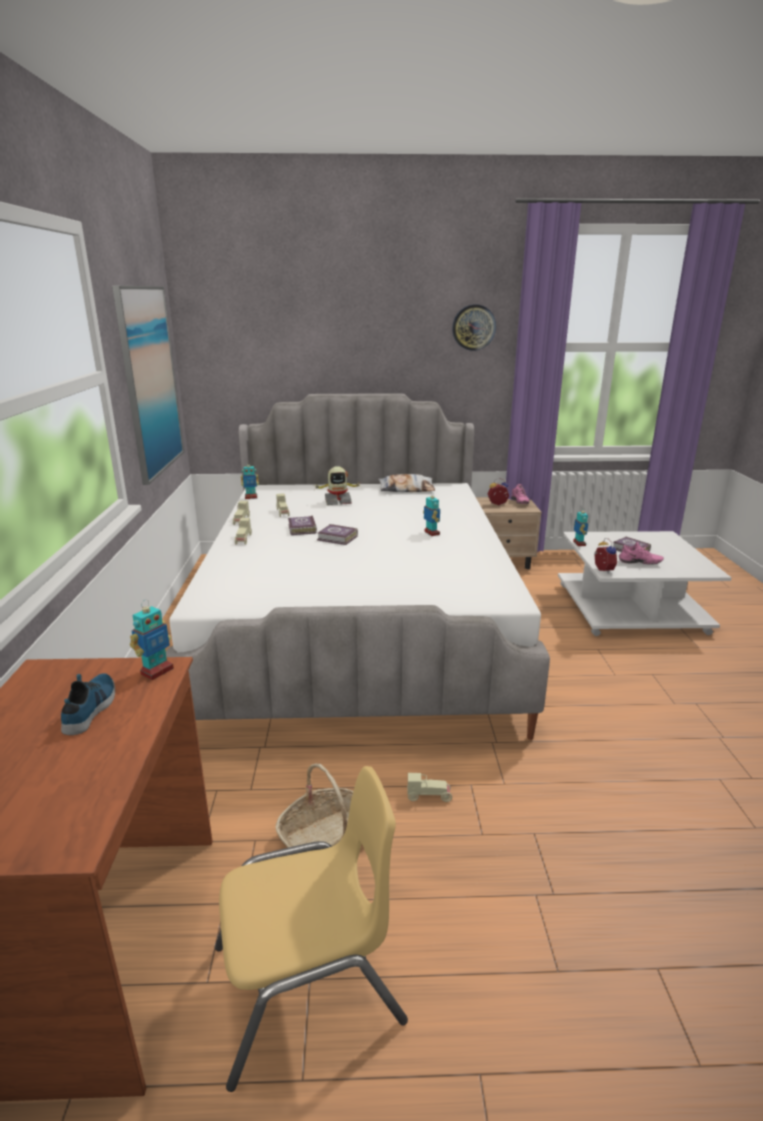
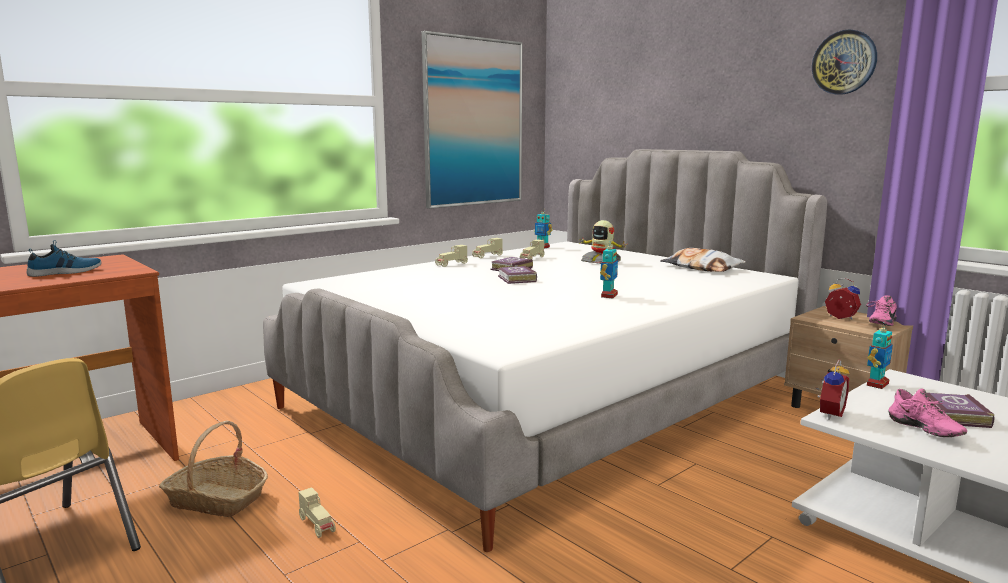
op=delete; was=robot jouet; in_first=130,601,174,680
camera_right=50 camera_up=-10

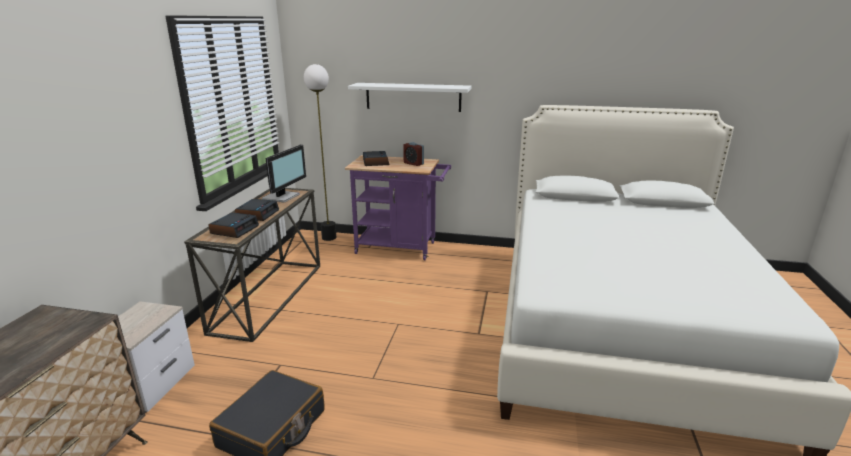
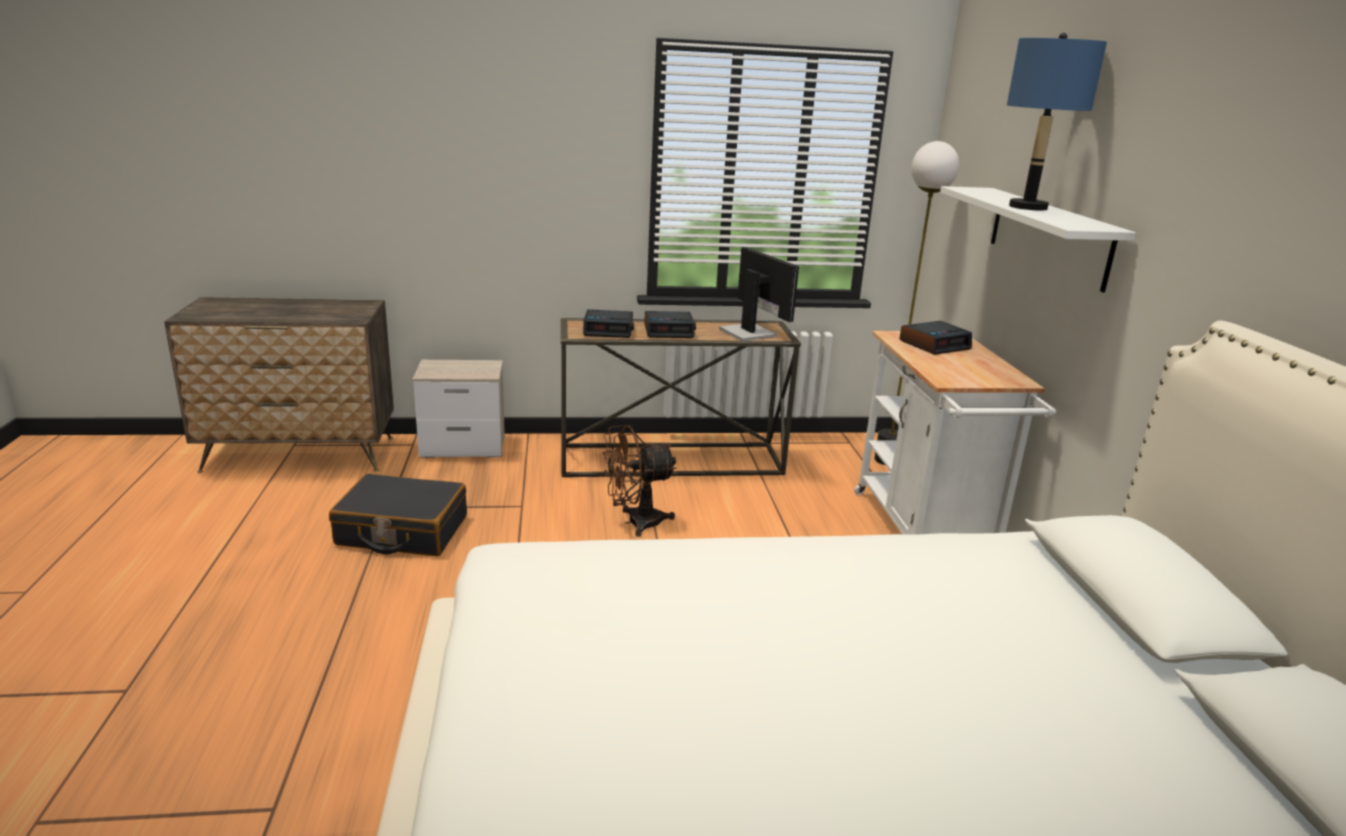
op=rotate; was=écran d'ordinateur; in_first=262,145,306,203; in_second=719,247,799,341; clockwise=-120
op=recolor; was=chariot/violet; now=chariot/blanc; in_first=345,155,451,260; in_second=854,331,1056,534
op=delete; was=réveil; in_first=403,142,424,166
op=insert; now=ventilateur/marron; in_second=603,425,676,537
op=insert; now=lampe de table/bleu; in_second=1007,33,1107,210
camera_right=70 camera_up=0

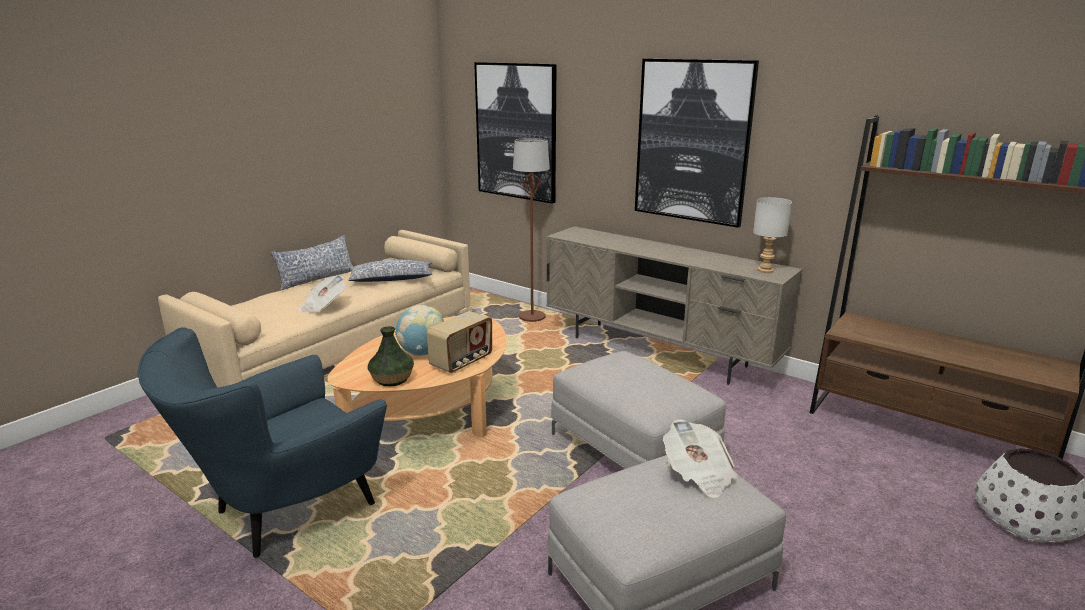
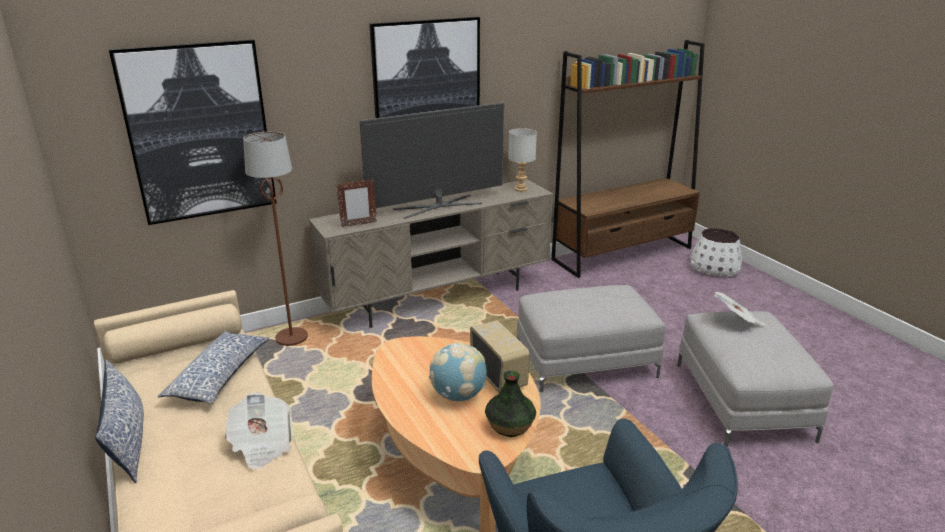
op=insert; now=cadre photo; in_second=336,179,377,227
op=insert; now=téléviseur; in_second=359,102,504,219
camera_right=-65 camera_up=5

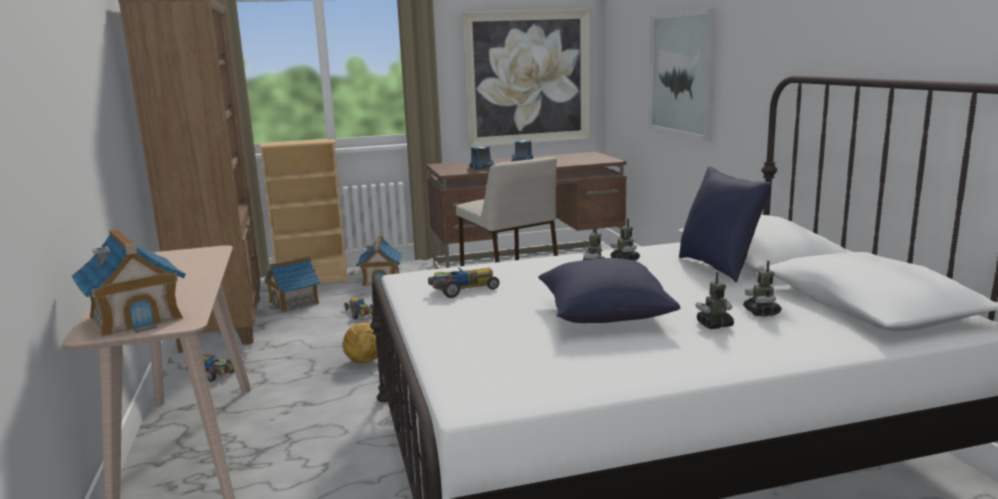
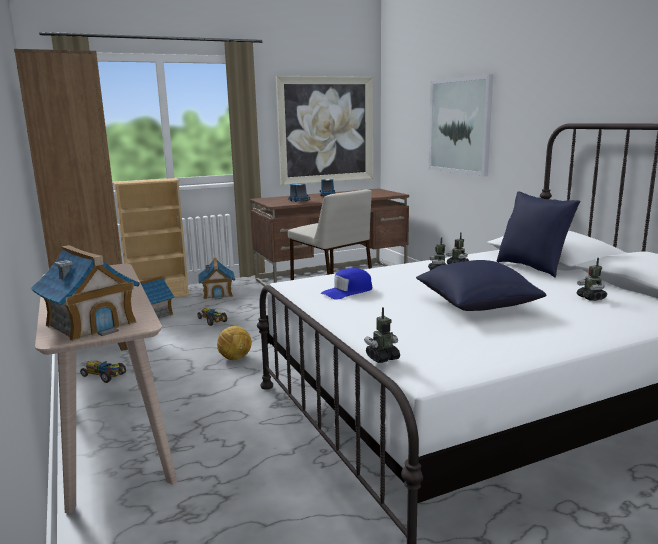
op=replace; was=petite voiture; now=casquette/bleu; in_first=428,268,499,298; in_second=321,268,372,300
op=move; was=robot jouet; in_first=695,272,734,329; in_second=364,307,400,363
camera_right=-10 camera_up=0

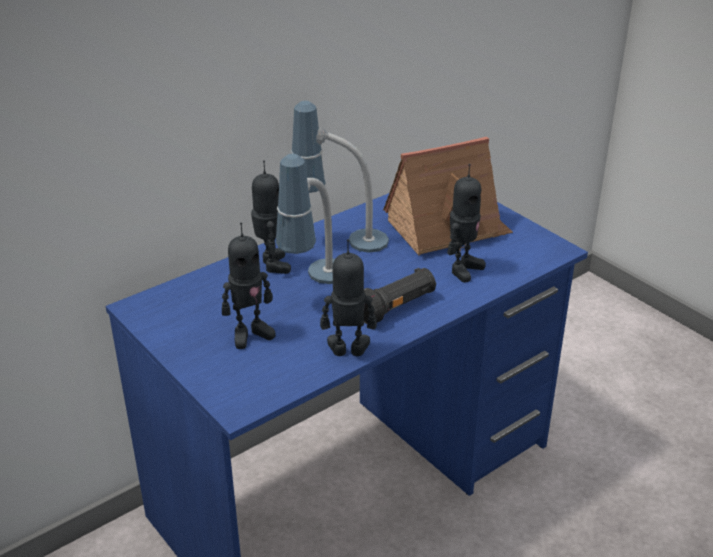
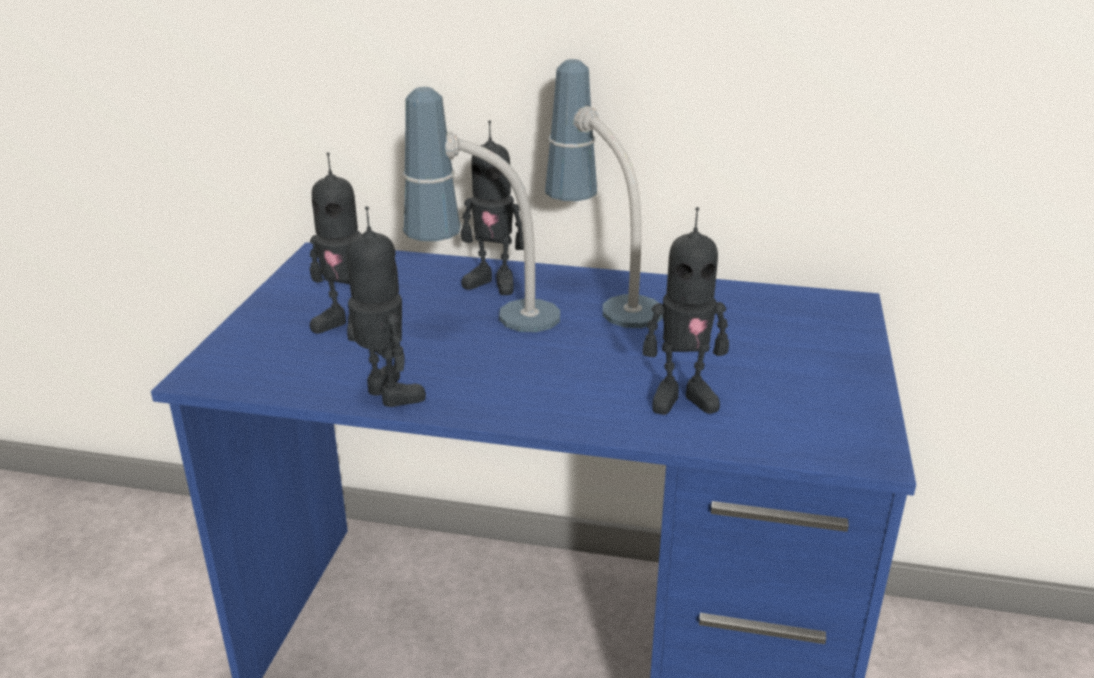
op=rotate; was=robot jouet; in_first=251,160,291,274; in_second=461,121,524,295; clockwise=75
op=delete; was=lampe de poche/noir; in_first=363,268,436,324
op=delete; was=maison miniature; in_first=383,137,513,255
camera_right=50 camera_up=-5

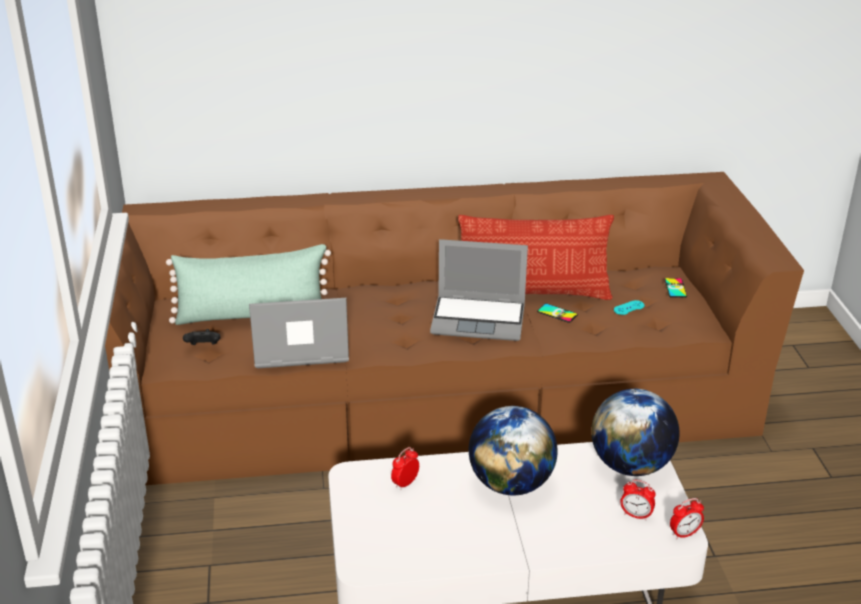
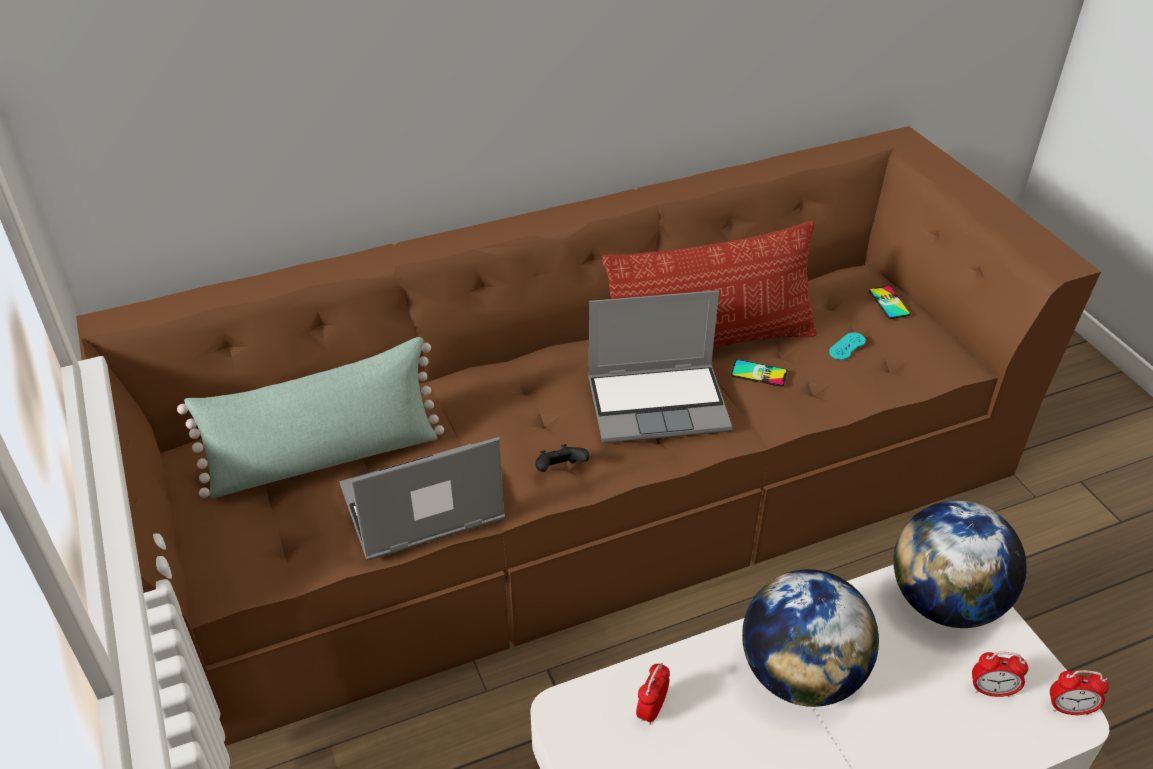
op=move; was=manette/noir; in_first=183,329,220,345; in_second=535,444,590,472
op=rotate; was=réveil; in_first=670,498,704,539; in_second=1050,670,1109,715; clockwise=45
camera_right=-15 camera_up=10

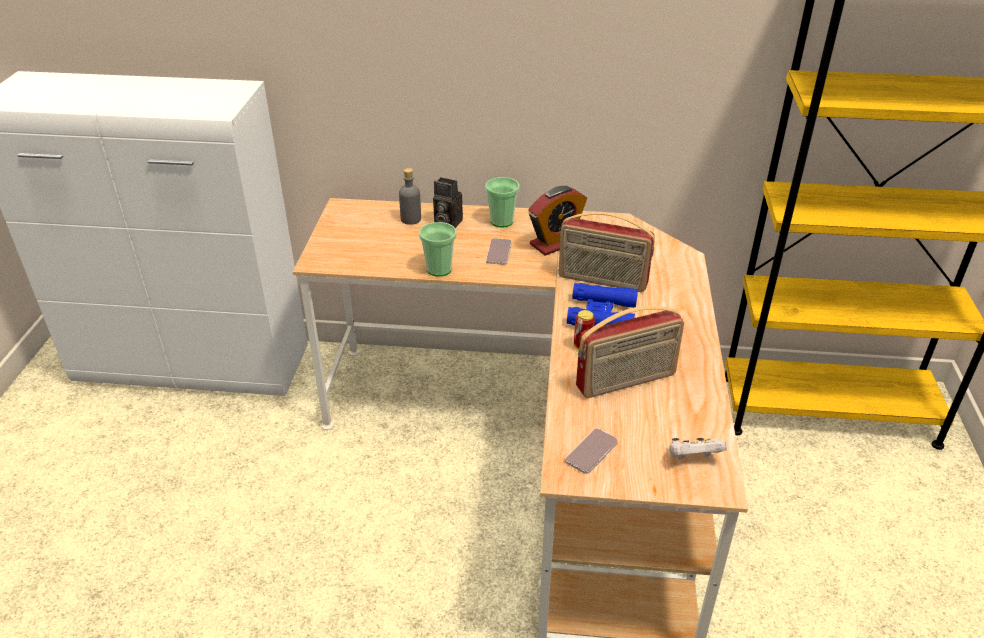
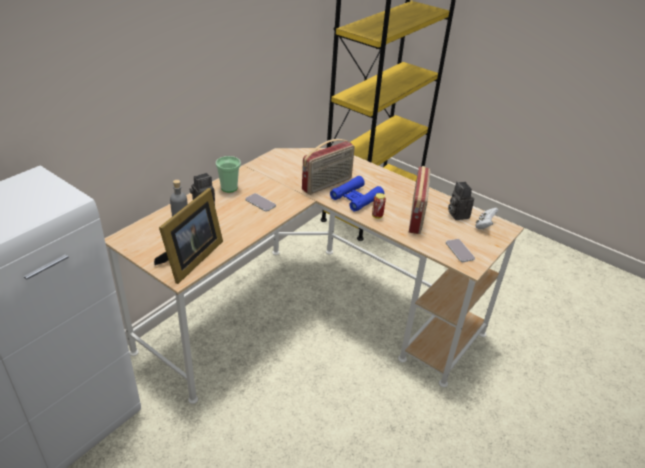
op=delete; was=tasse; in_first=419,222,456,277
op=delete; was=réveil; in_first=528,186,587,256
op=insert; now=cadre photo; in_second=154,188,223,284
op=insert; now=appareil photo; in_second=448,181,474,220
camera_right=-60 camera_up=0

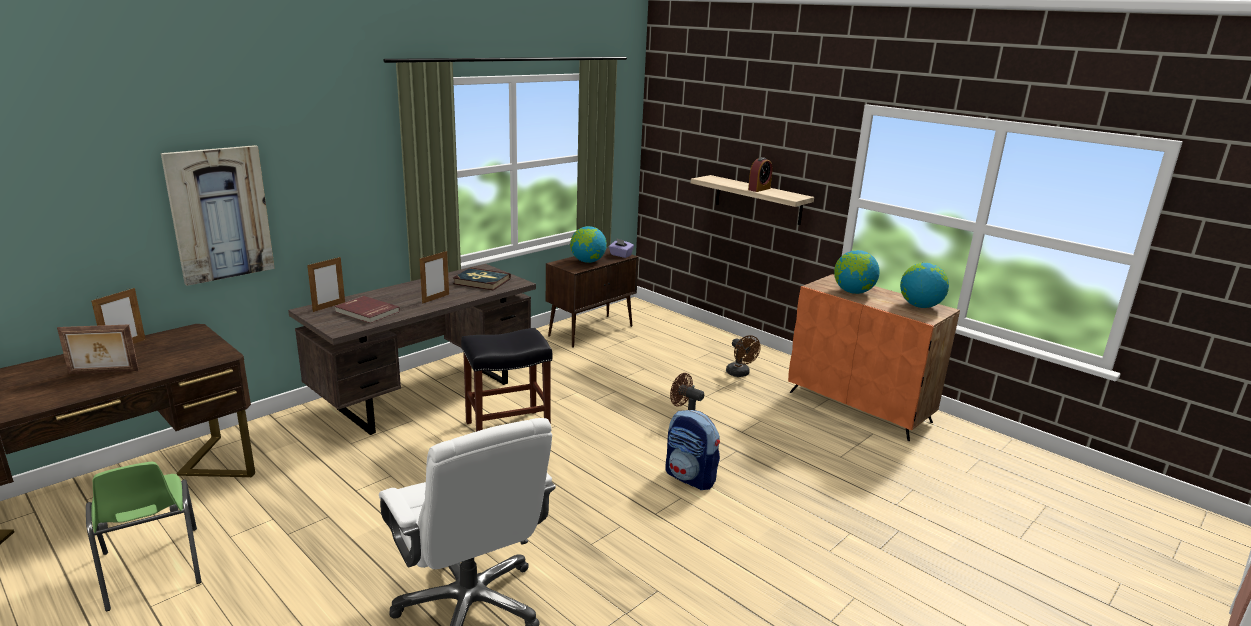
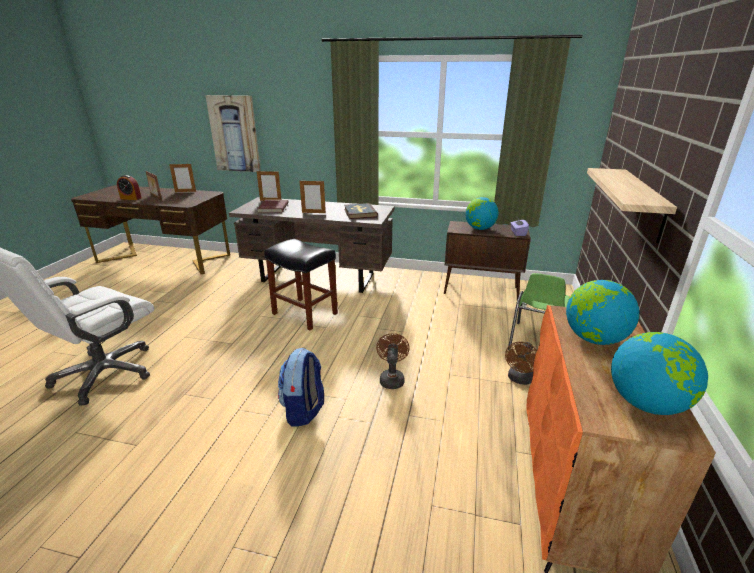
op=move; was=chaise/vert; in_first=86,462,202,611; in_second=508,273,570,350
op=move; was=réveil; in_first=748,157,773,192; in_second=117,175,142,200
camera_right=60 camera_up=5

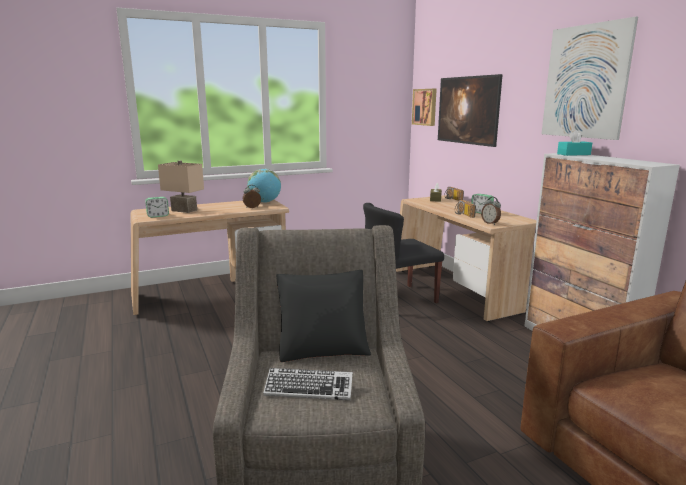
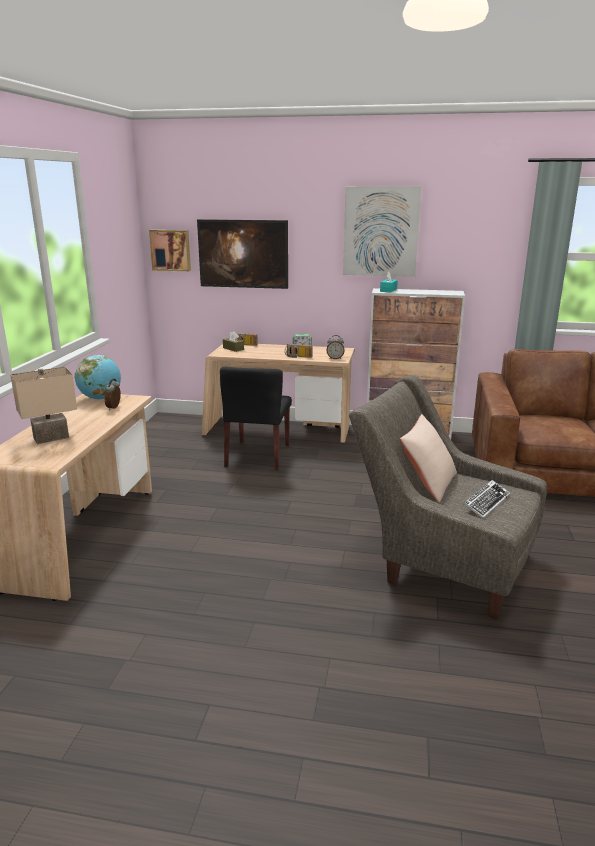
op=delete; was=réveil; in_first=145,197,169,218
op=recolor; was=coussin/noir; now=coussin/beige; in_first=276,270,371,362; in_second=400,414,457,502
camera_right=-55 camera_up=5

